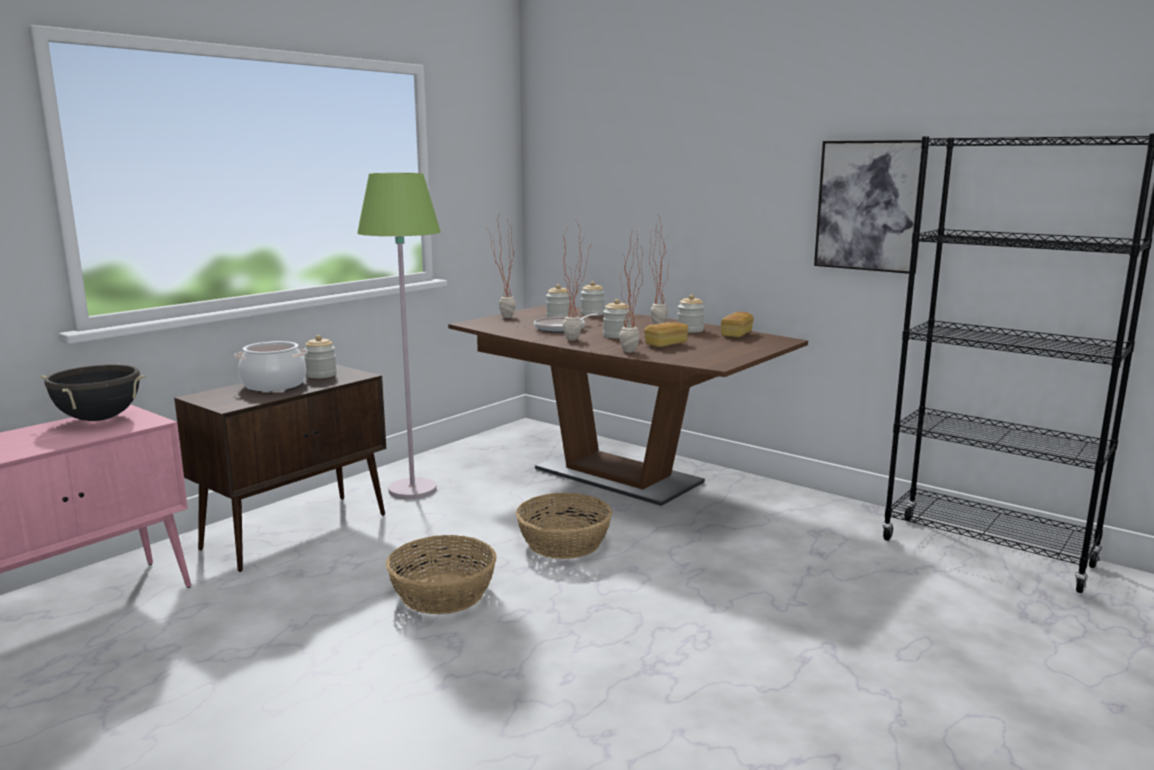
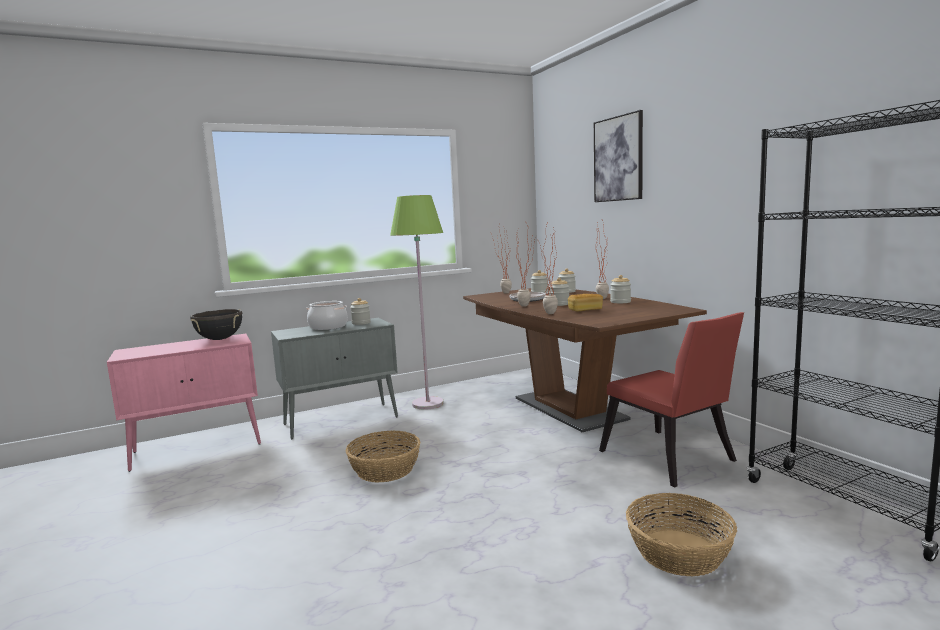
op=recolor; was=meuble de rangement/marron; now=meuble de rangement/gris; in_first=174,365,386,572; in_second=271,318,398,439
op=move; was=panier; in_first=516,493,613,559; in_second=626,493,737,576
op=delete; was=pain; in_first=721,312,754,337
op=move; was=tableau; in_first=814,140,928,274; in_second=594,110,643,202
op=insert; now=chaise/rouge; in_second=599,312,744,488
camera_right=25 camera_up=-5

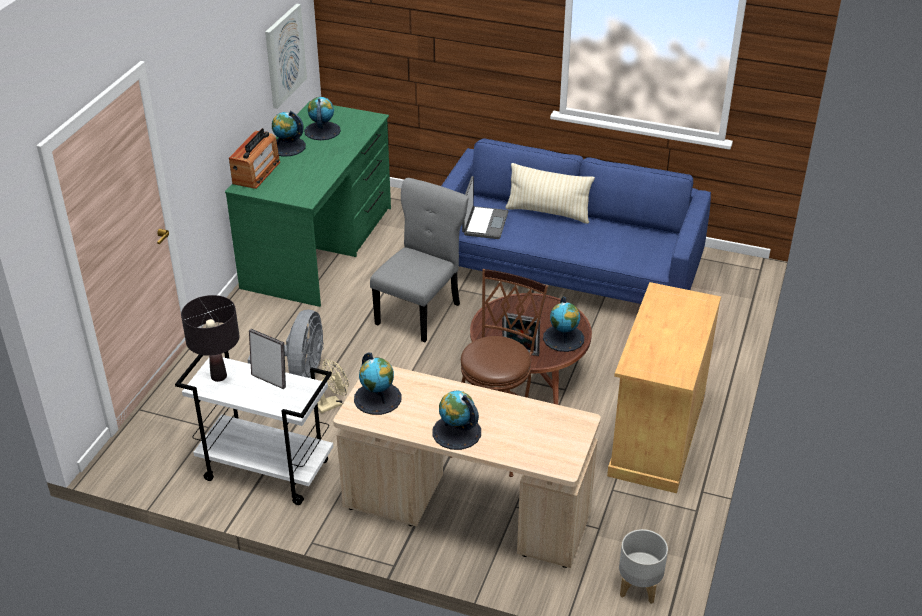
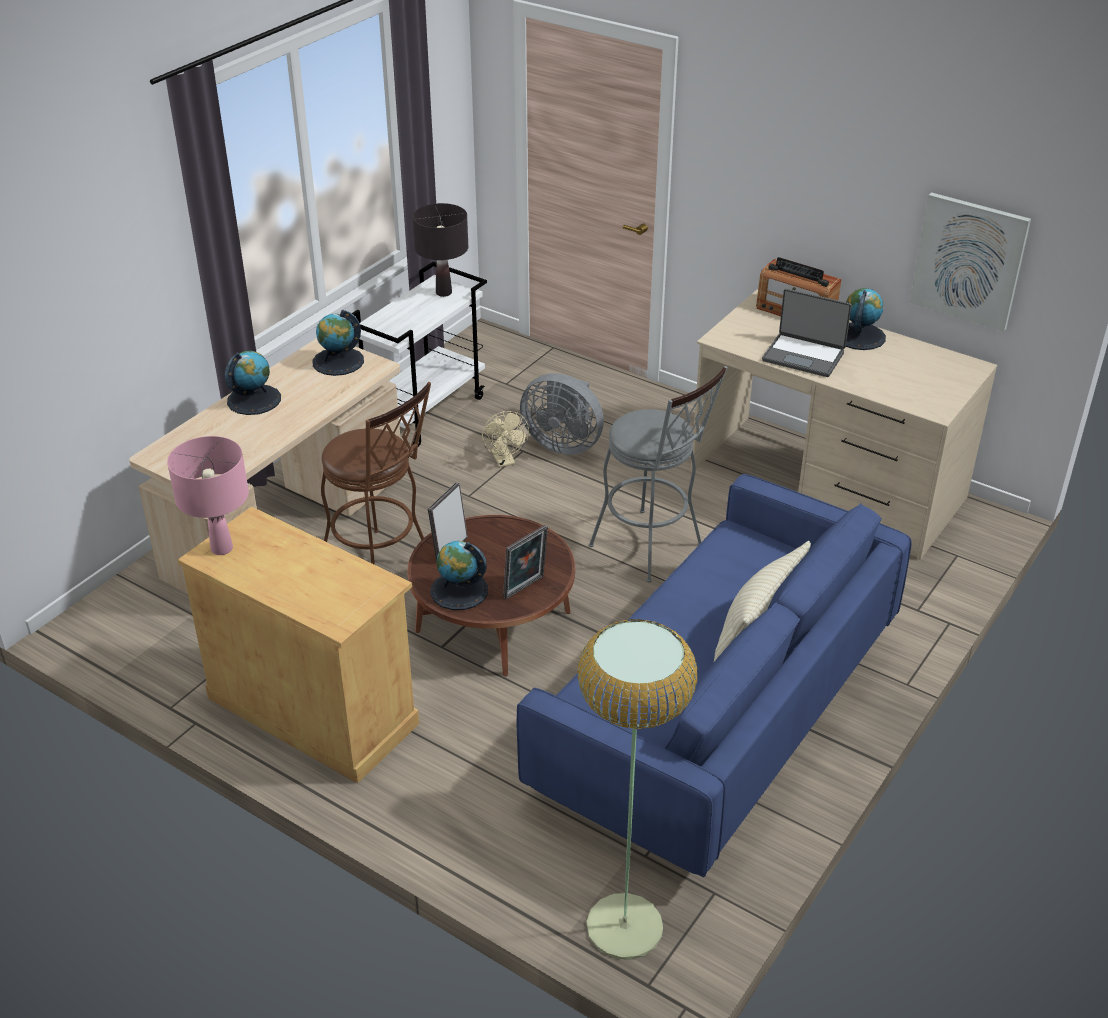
op=recolor; was=bureau/vert; now=bureau/beige; in_first=225,101,391,307; in_second=691,290,997,560
op=move; was=cadre photo; in_first=249,329,286,389; in_second=503,525,548,599
op=delete; was=globe; in_first=304,97,341,140
op=replace; was=chaise/gris; now=tabouret/gris; in_first=370,178,469,342; in_second=589,366,728,583
op=move; was=ordinateur portable; in_first=462,176,509,239; in_second=762,289,852,377
op=delete; was=cache-pot/gris; in_first=619,529,668,604
op=insert; now=lampe de table/rose; in_second=167,436,249,555
op=insert; now=lampadaire; in_second=577,619,698,960
camera_right=105 camera_up=0

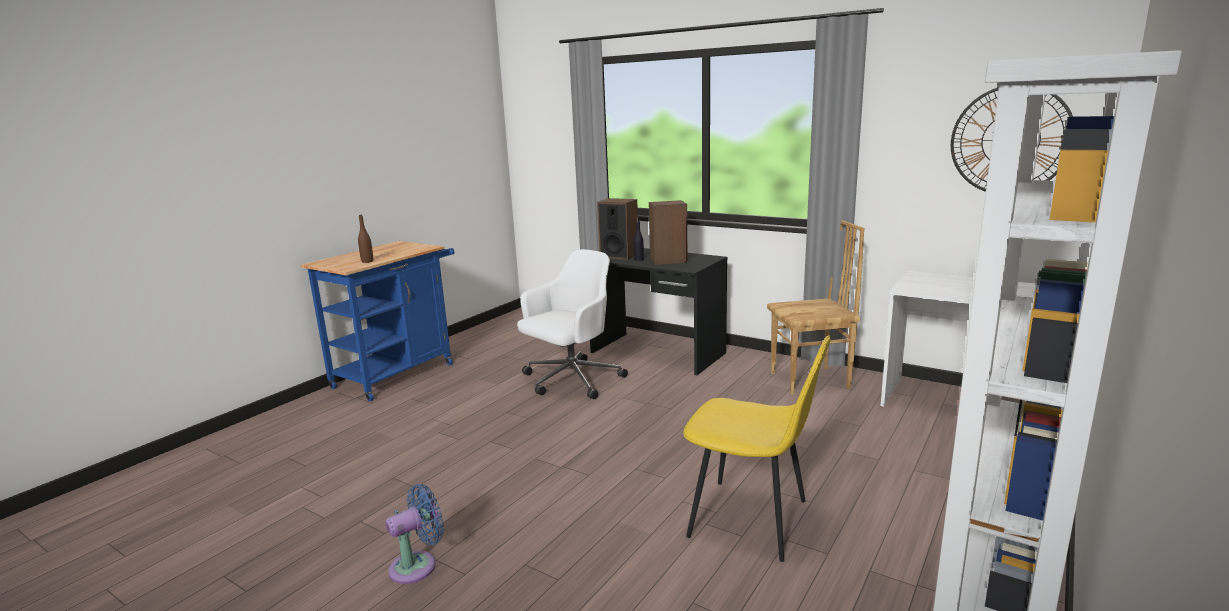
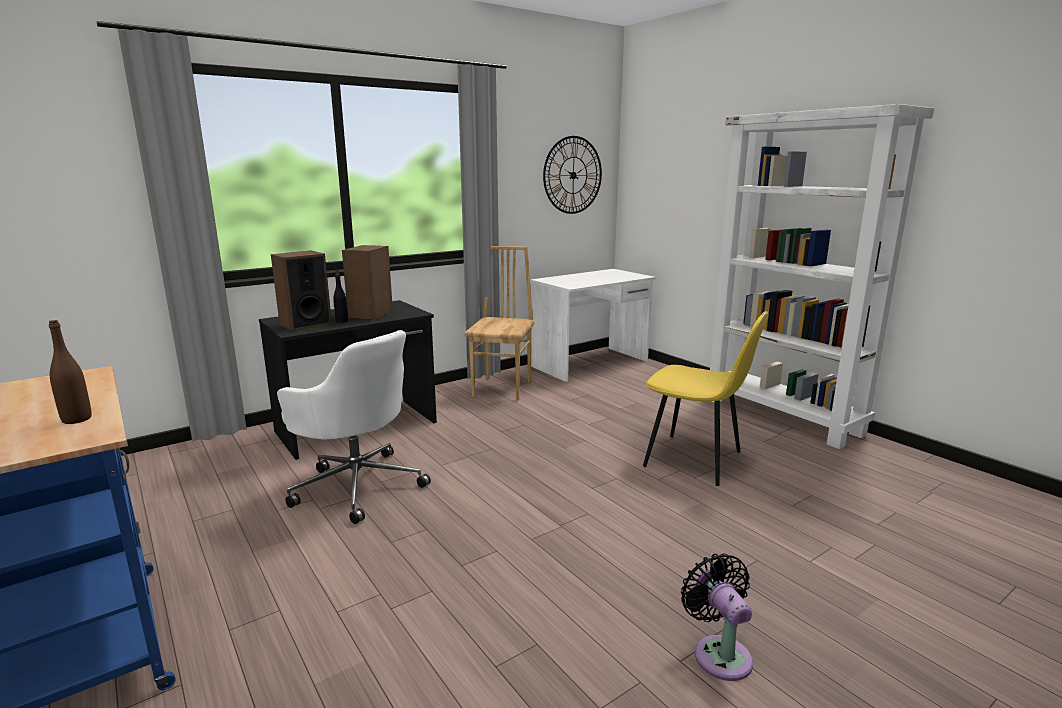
op=recolor; was=ventilateur/bleu; now=ventilateur/noir; in_first=385,484,444,584; in_second=681,553,753,681
op=rotate; was=chaise de bureau/blanc; in_first=517,249,628,399; in_second=277,330,431,524; clockwise=150
op=rotate; was=chaise/jaune; in_first=683,335,831,562; in_second=643,311,769,486; clockwise=75
camera_right=-70 camera_up=0

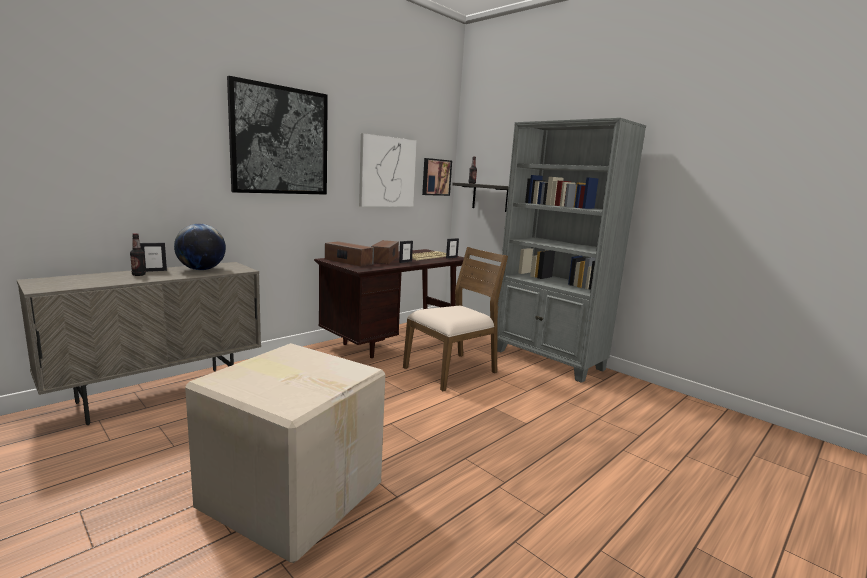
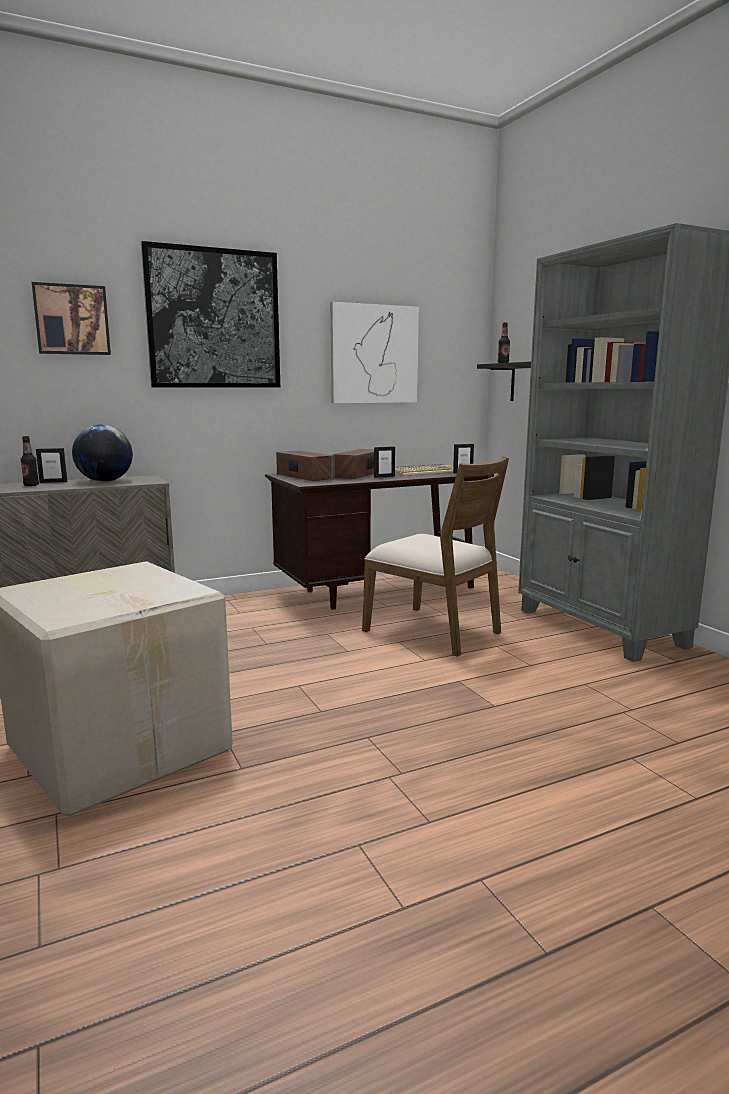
op=rotate; was=chaise/marron; in_first=403,247,508,391; in_second=362,456,509,657; clockwise=60
op=move; was=tableau; in_first=422,158,452,196; in_second=32,282,111,355
camera_right=20 camera_up=0

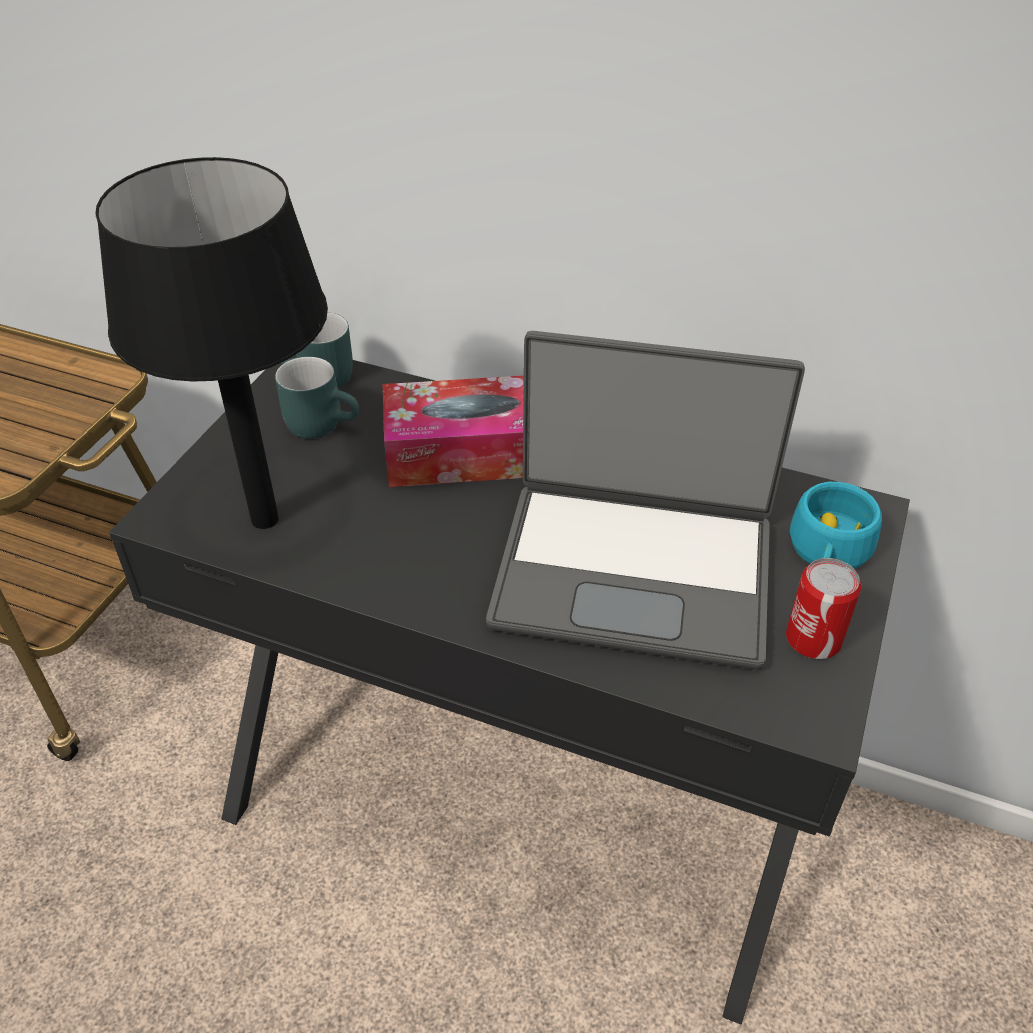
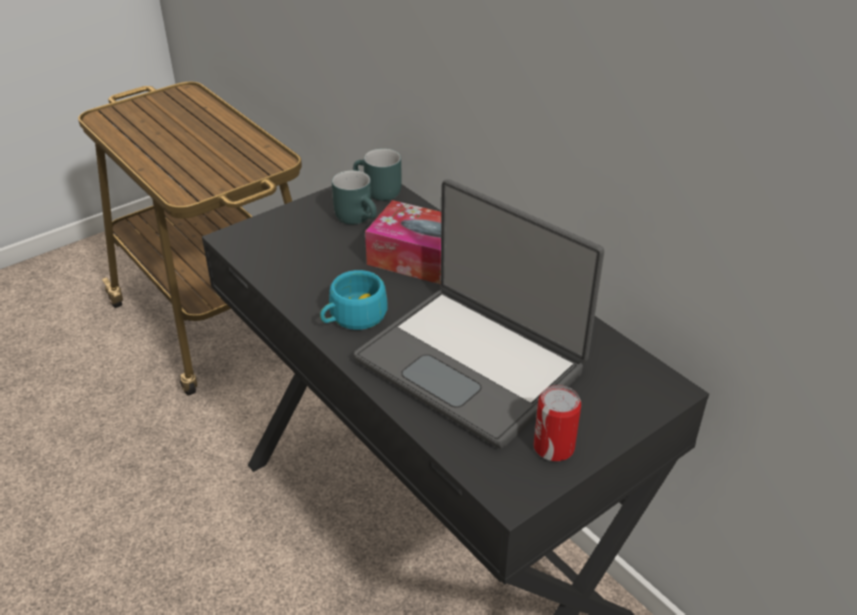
op=delete; was=lampe de table/noir; in_first=96,157,328,529
op=move; was=tasse/turquoise; in_first=790,482,882,569; in_second=320,270,388,330
camera_right=30 camera_up=-5

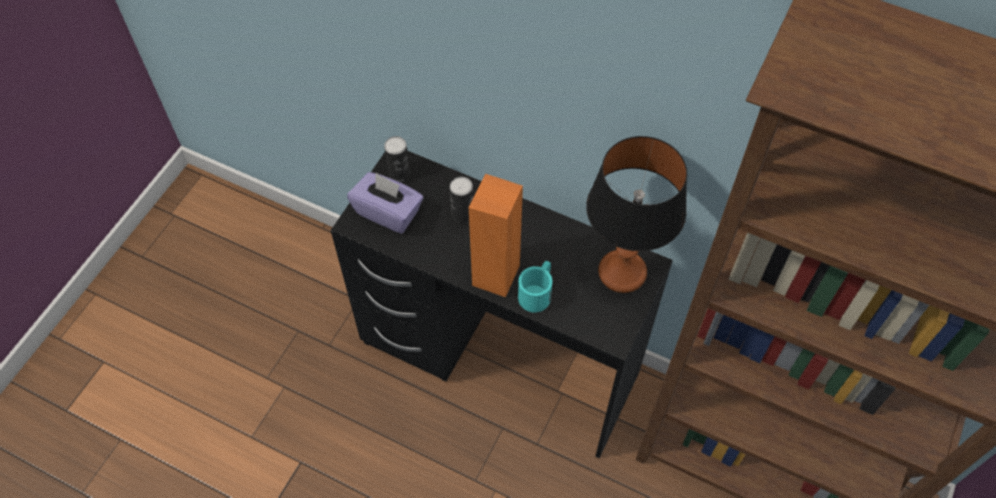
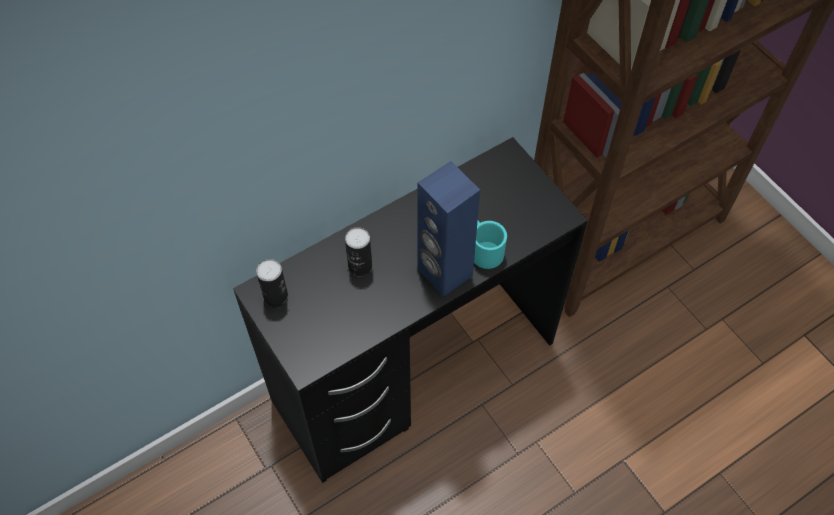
op=delete; was=boîte à mouchoirs/violet; in_first=347,172,423,234
op=recolor; was=enceinte/orange; now=enceinte/bleu; in_first=469,174,523,297; in_second=418,161,480,297
op=delete; was=lampe de table; in_first=586,136,687,293
camera_right=-60 camera_up=0

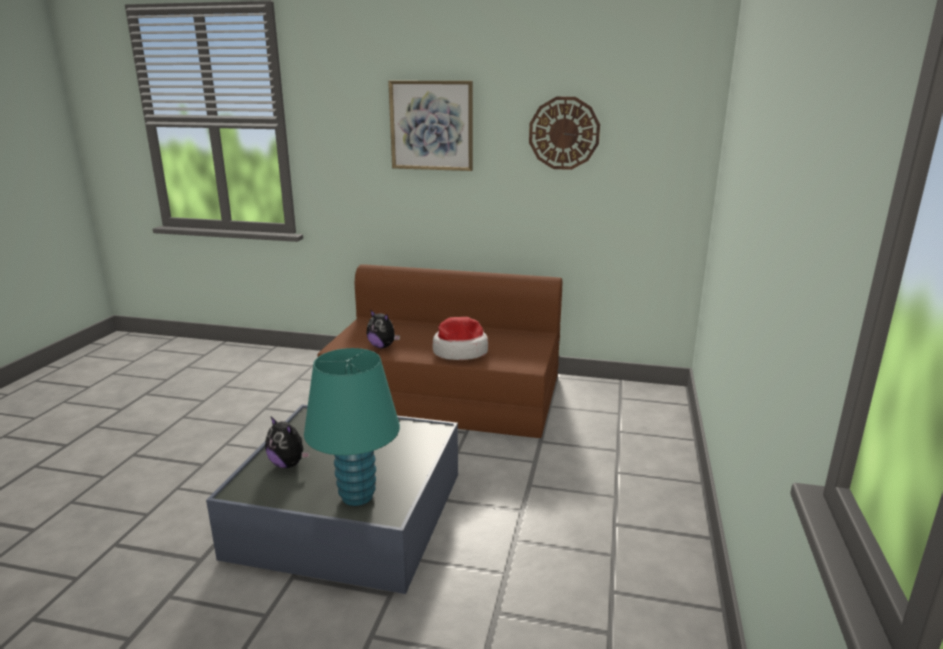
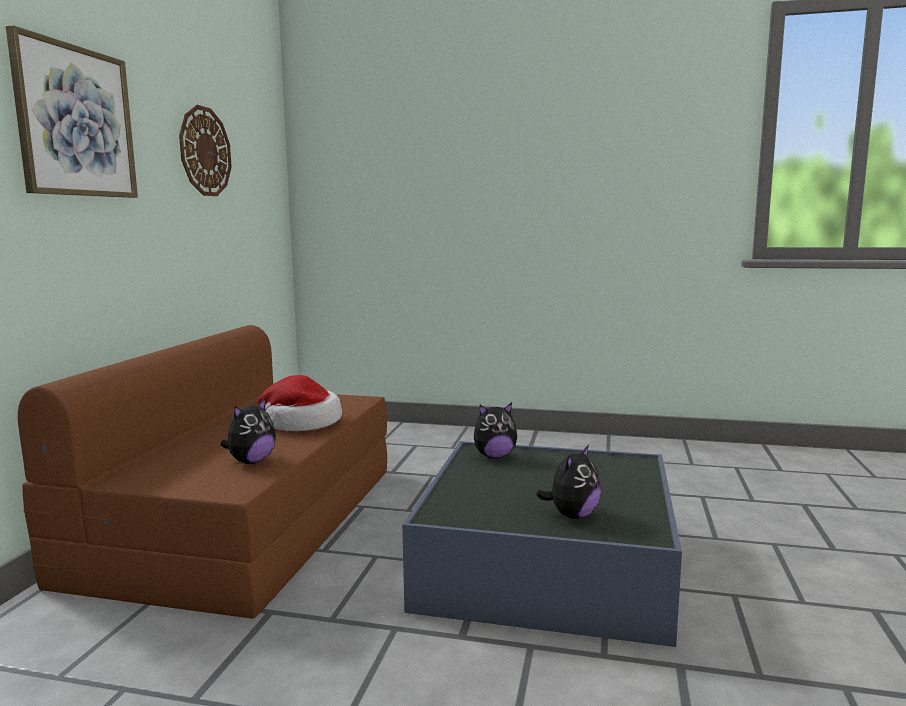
op=delete; was=lampe de table/turquoise; in_first=304,348,400,506
op=insert; now=peluche; in_second=474,402,517,458
camera_right=-90 camera_up=-10

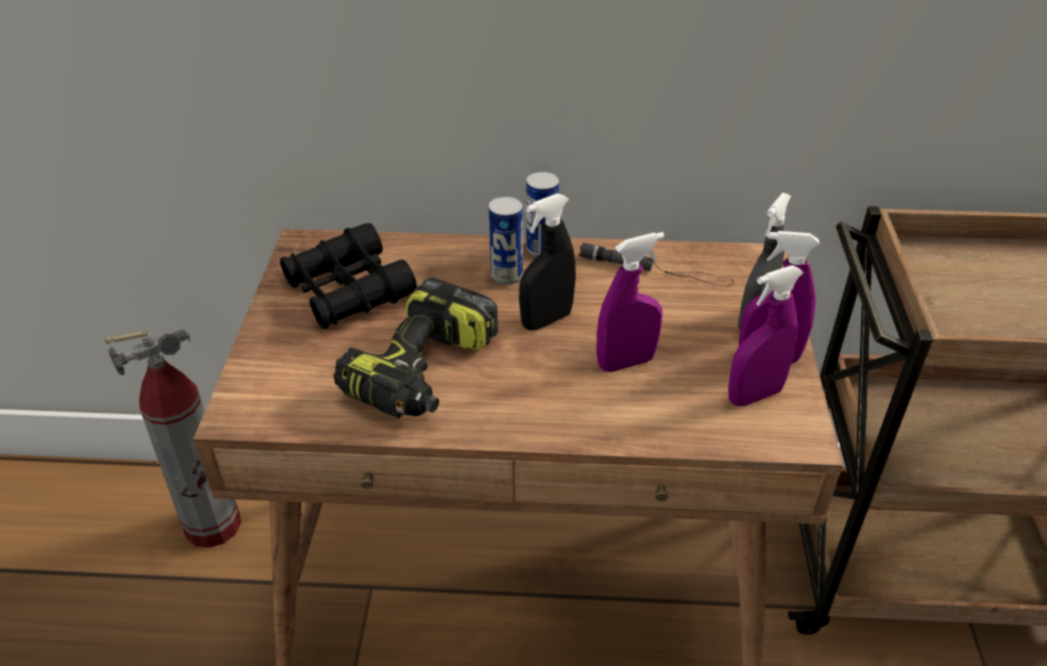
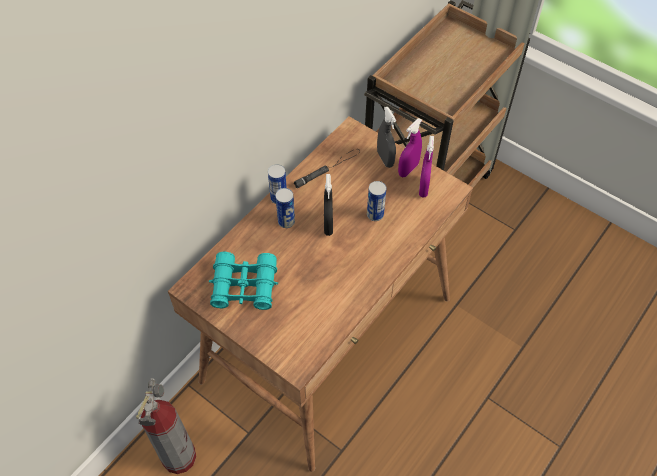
op=recolor; was=jumelles/noir; now=jumelles/turquoise; in_first=280,223,417,329; in_second=209,252,278,310
op=delete; was=perceuse; in_first=333,278,498,418
op=replace; was=vaporisateur/violet; now=boîte métallique; in_first=596,232,665,372; in_second=367,181,387,221
camera_right=-55 camera_up=15

